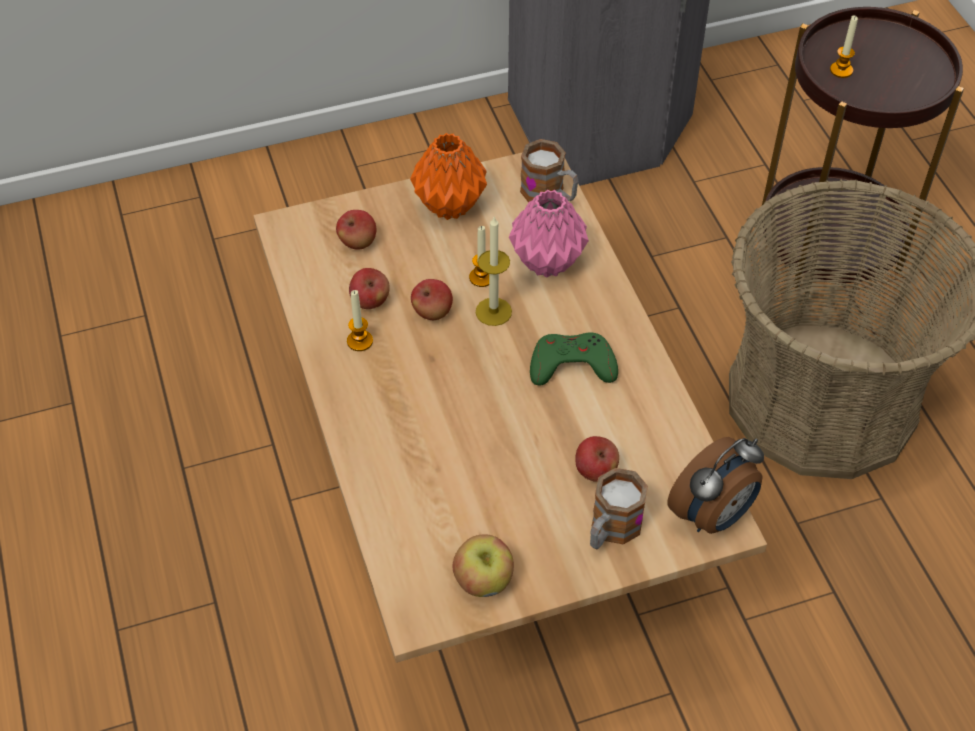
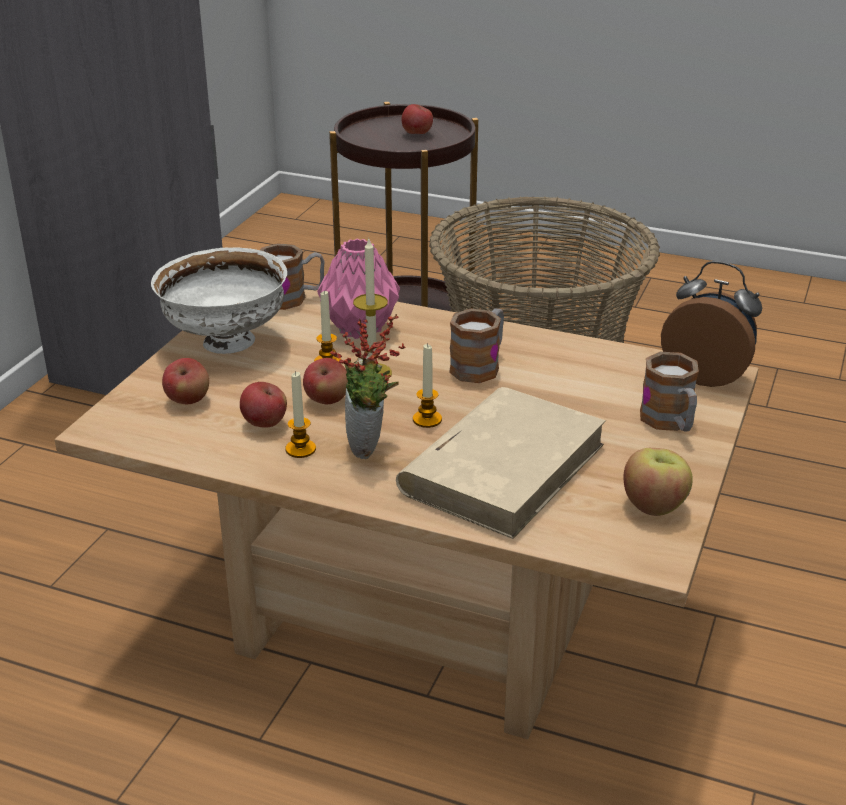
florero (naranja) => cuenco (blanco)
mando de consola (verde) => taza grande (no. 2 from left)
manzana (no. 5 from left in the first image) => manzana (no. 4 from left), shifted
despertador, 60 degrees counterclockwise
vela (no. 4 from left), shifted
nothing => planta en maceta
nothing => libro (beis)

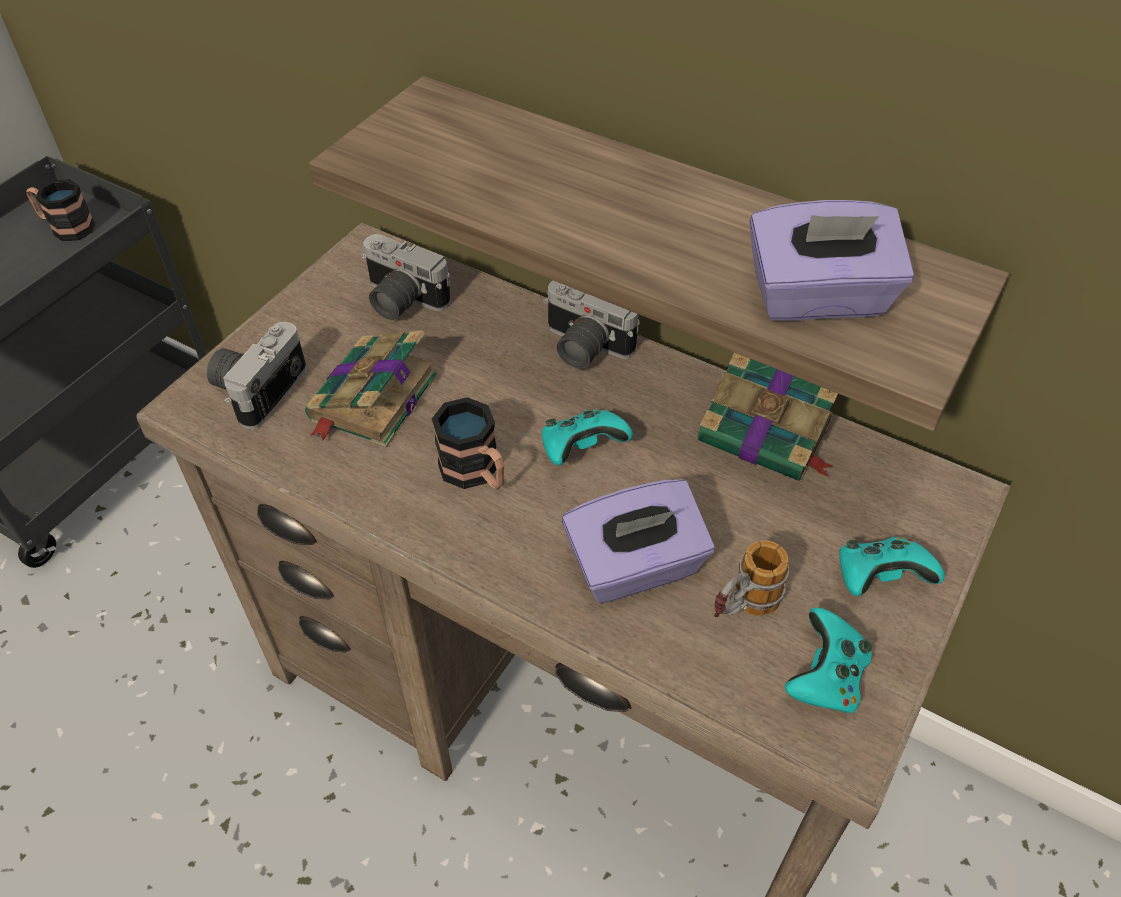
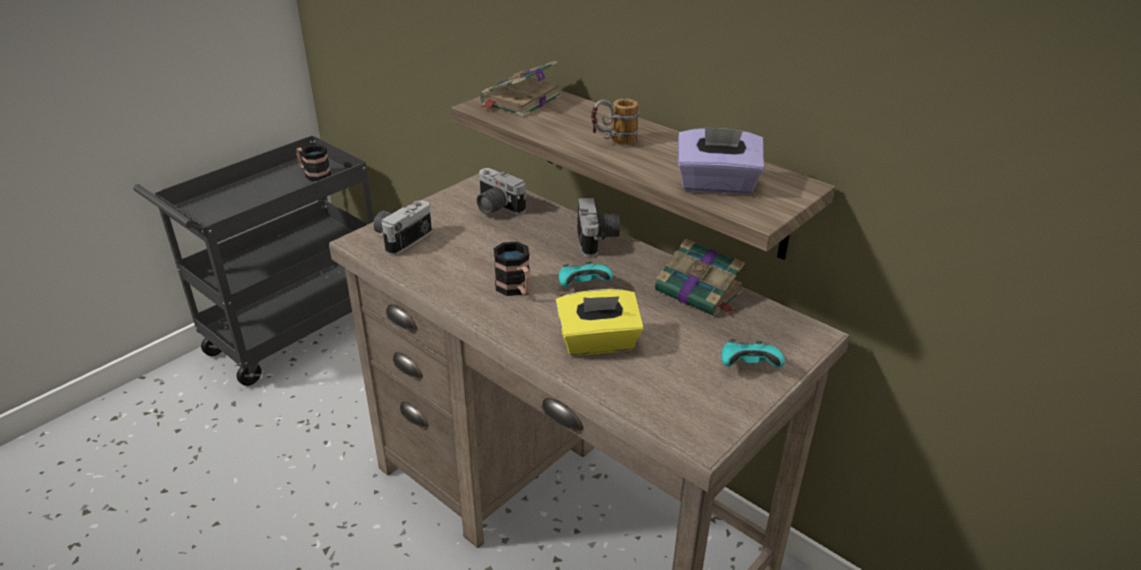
libro (no. 1 from left), shifted
cámara (no. 3 from left), 135 degrees counterclockwise
caja de pañuelos (morado) (no. 1 from left) => caja de pañuelos (amarillo)
taza grande (no. 3 from left), shifted
mando de consola (turquesa) (no. 2 from left) => nothing

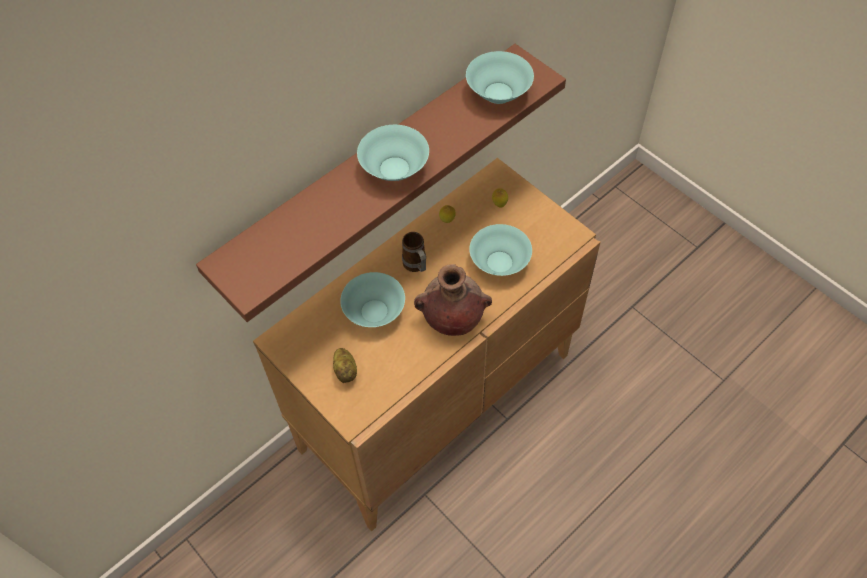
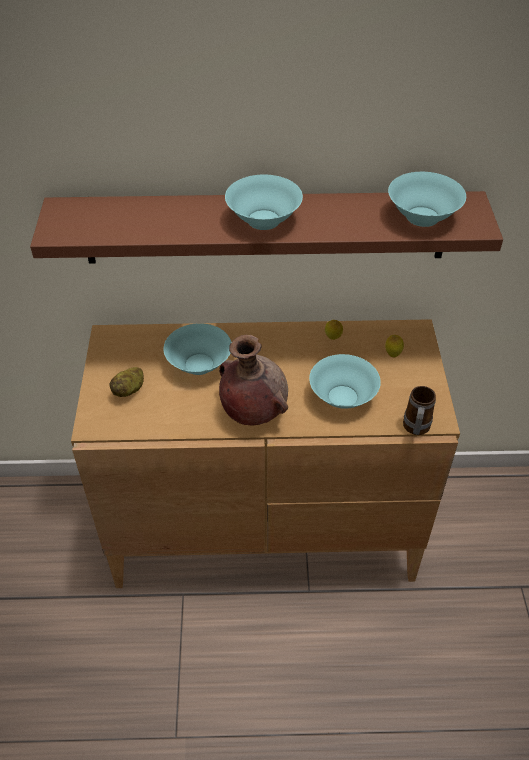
taza grande, shifted

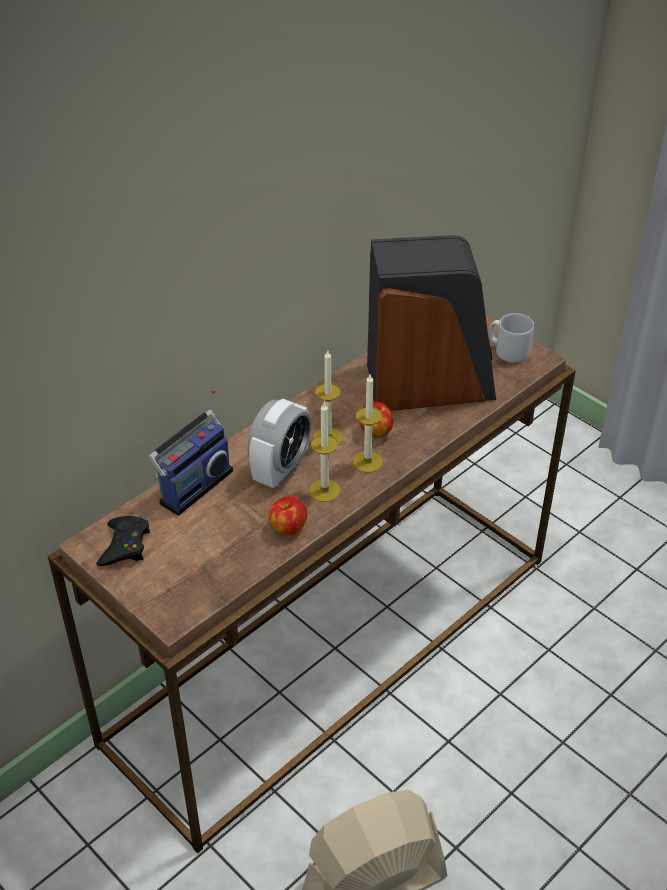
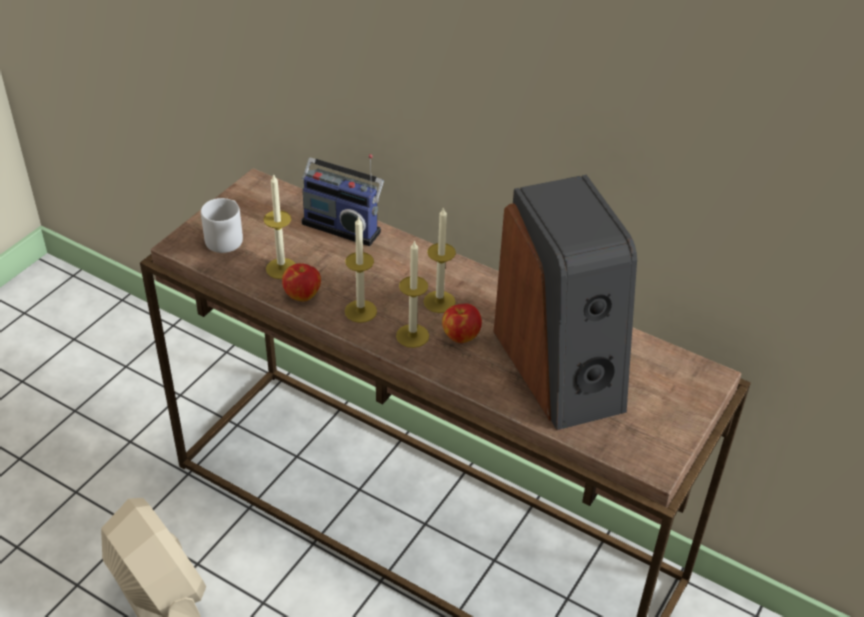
mando de consola (negro) => nothing
despertador => nothing
taza grande (gris), shifted
nothing => vela (no. 1 from left)

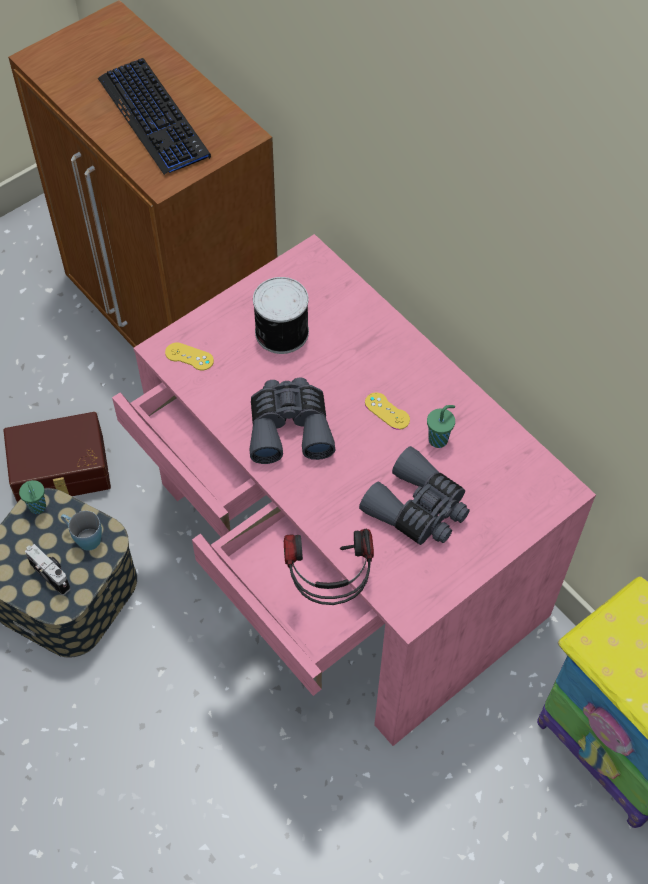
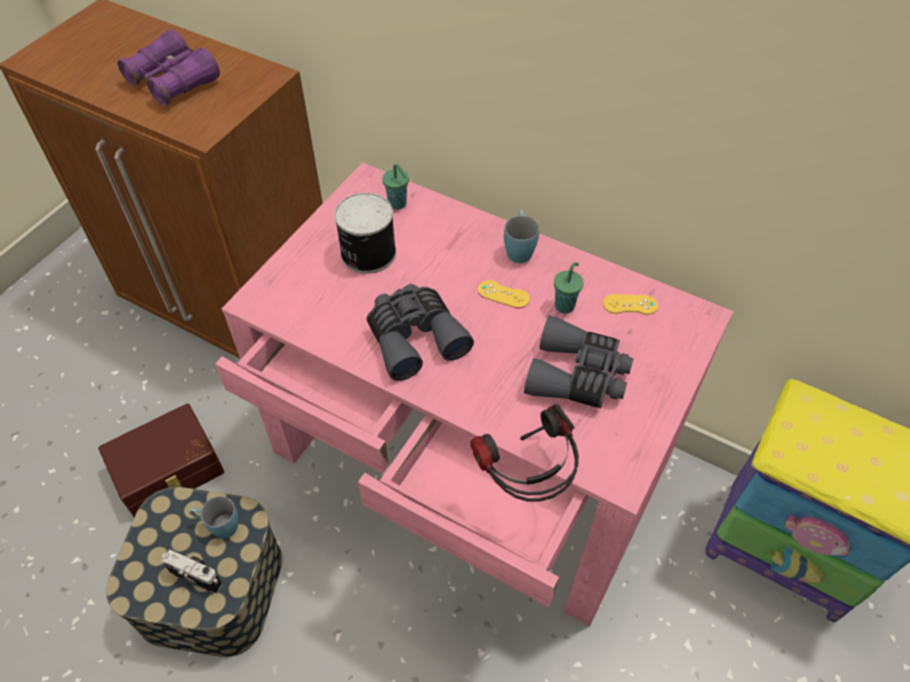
taza (verde) (no. 1 from left), shifted
teclado => prismáticos (morado)
mando de consola (amarillo) (no. 1 from left in the first image) => mando de consola (amarillo) (no. 2 from left), shifted
nothing => taza grande (azul) (no. 2 from left)

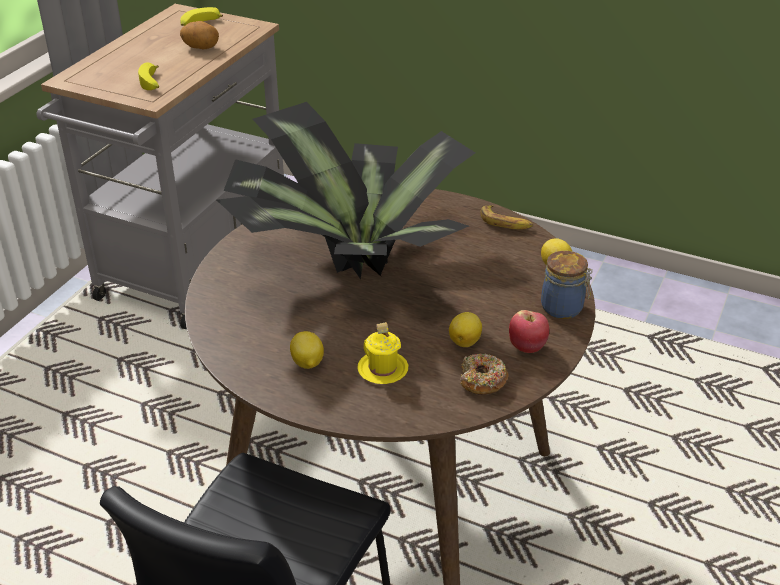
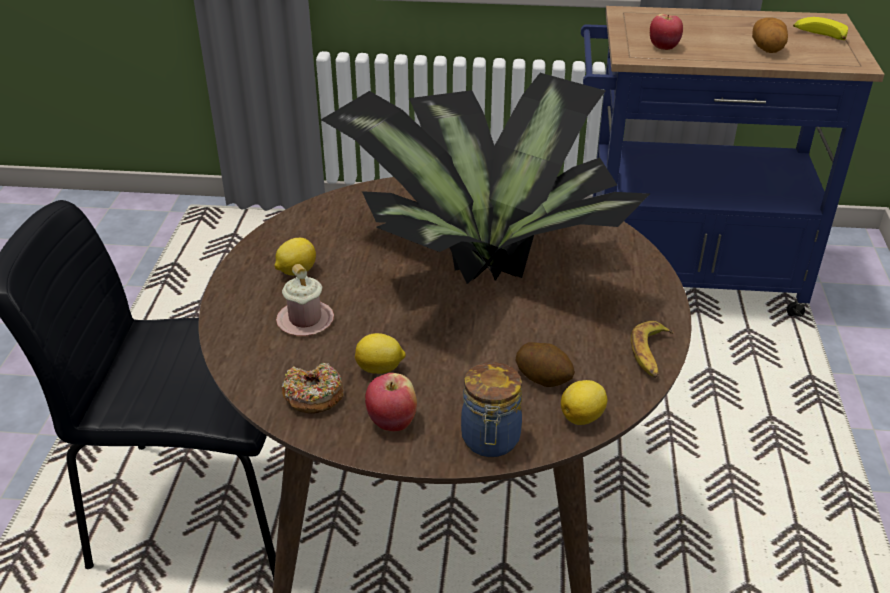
carrito (gris) => carrito (azul)
plátano (no. 1 from left) => manzana (no. 2 from left)
taza grande (amarillo) => taza grande (rosa)
nothing => patata (no. 1 from left)

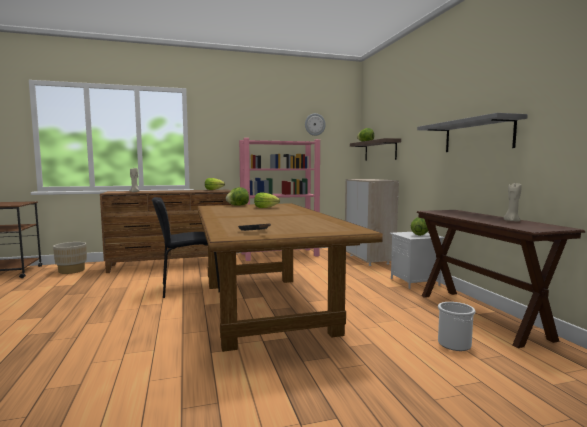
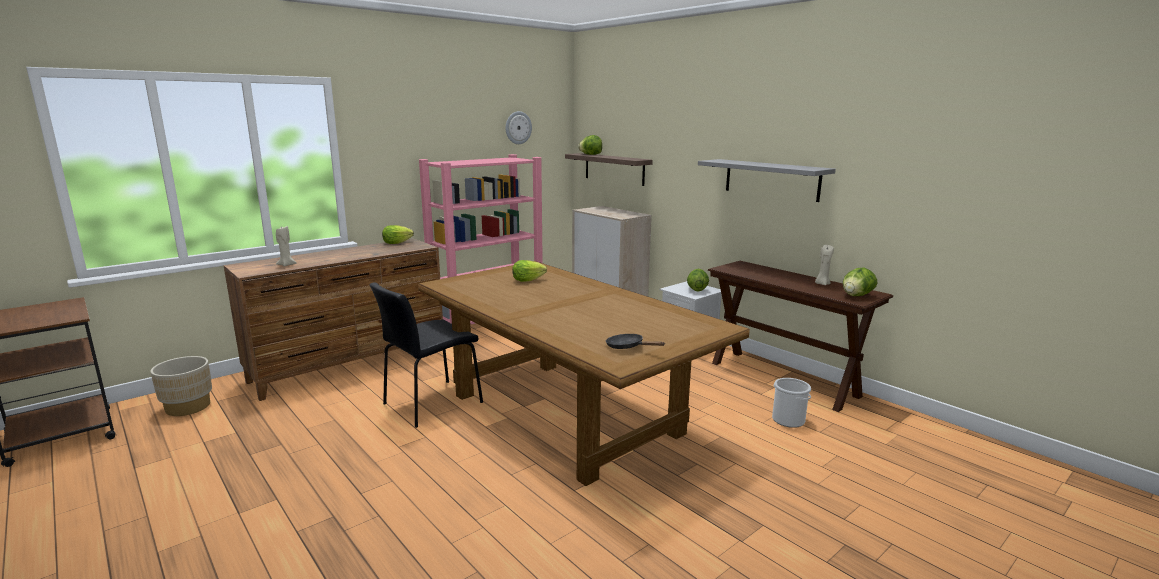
lechuga (no. 2 from left in the first image) => lechuga (no. 5 from left), shifted

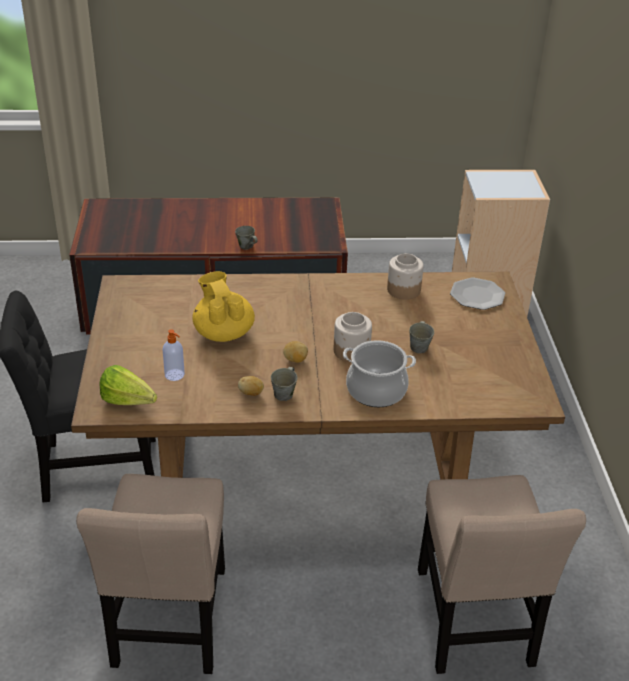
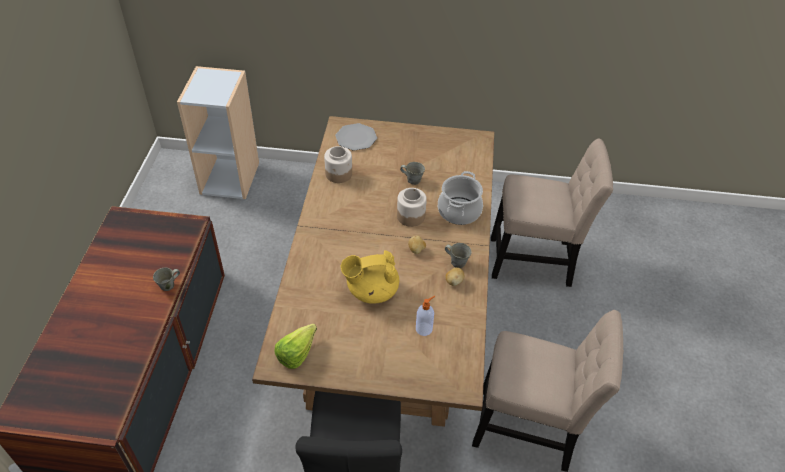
lechuga, shifted

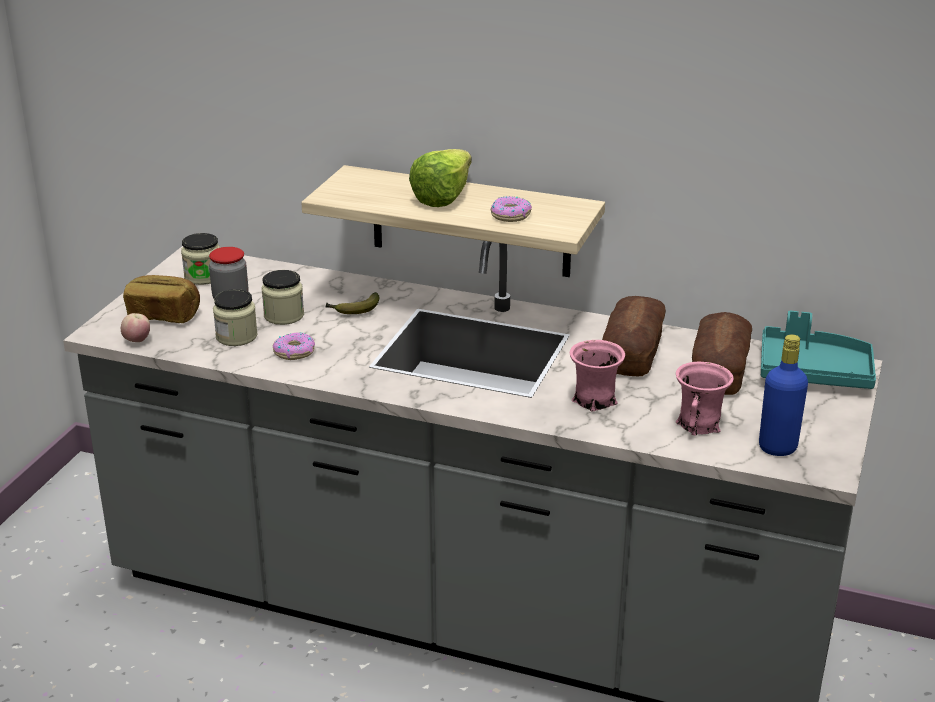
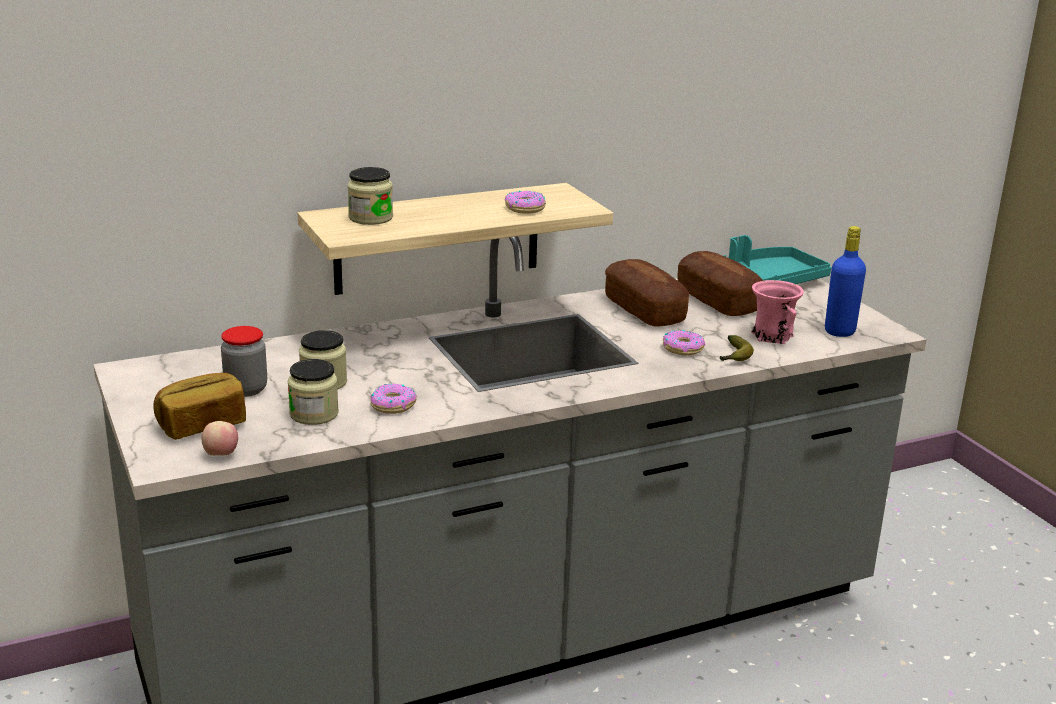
tarro (no. 1 from left in the first image) => tarro (no. 4 from left), shifted
plátano, shifted
lechuga => nothing
taza grande (rosa) (no. 1 from left) => rosquilla (no. 3 from left)

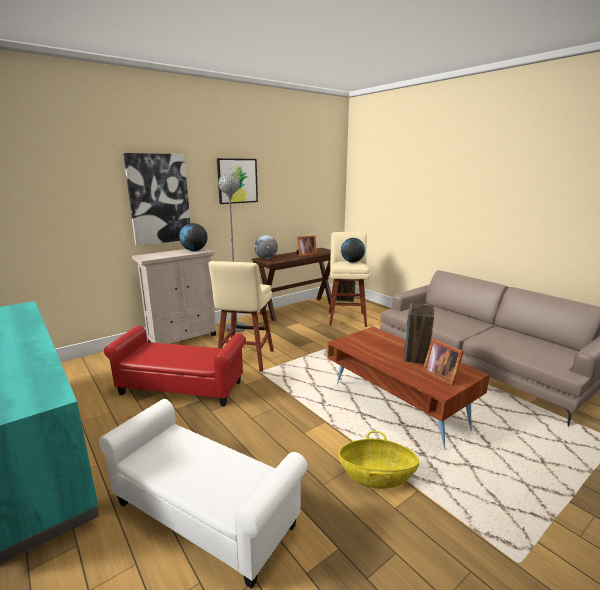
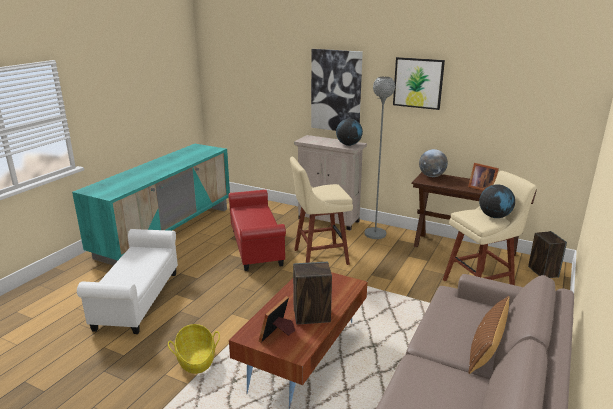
nothing => cojín (marrón)

